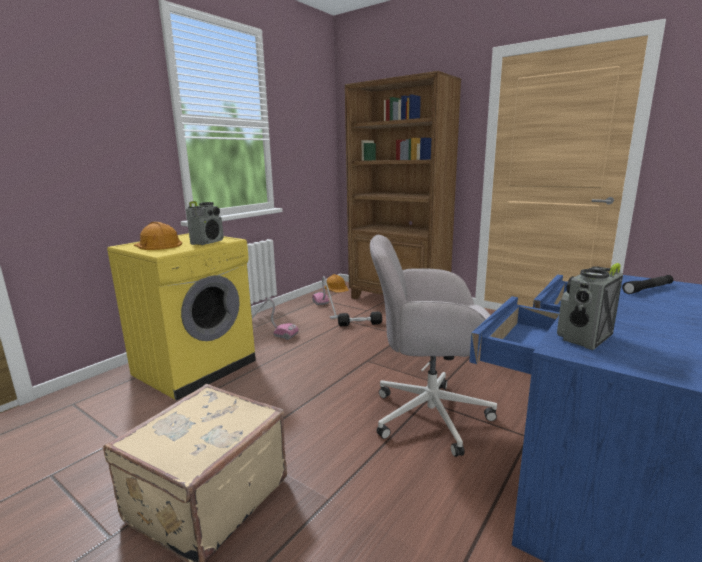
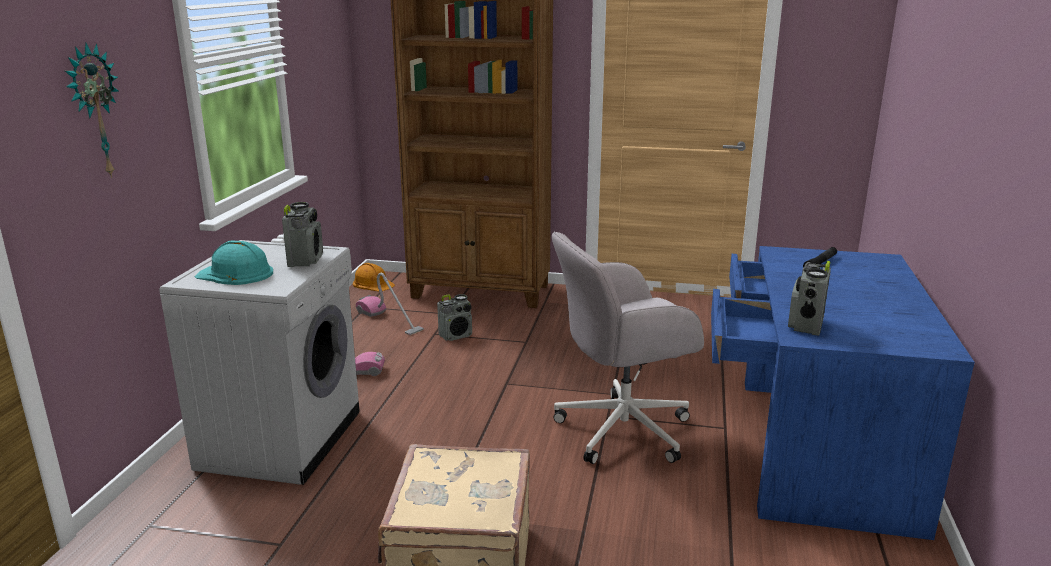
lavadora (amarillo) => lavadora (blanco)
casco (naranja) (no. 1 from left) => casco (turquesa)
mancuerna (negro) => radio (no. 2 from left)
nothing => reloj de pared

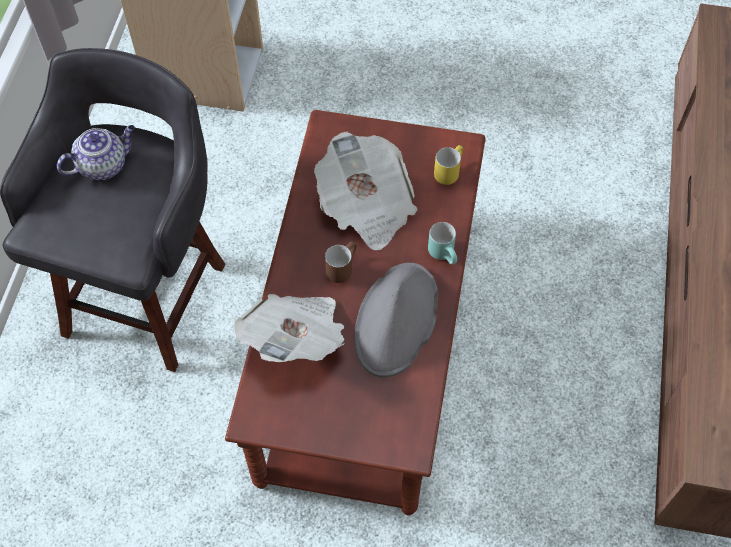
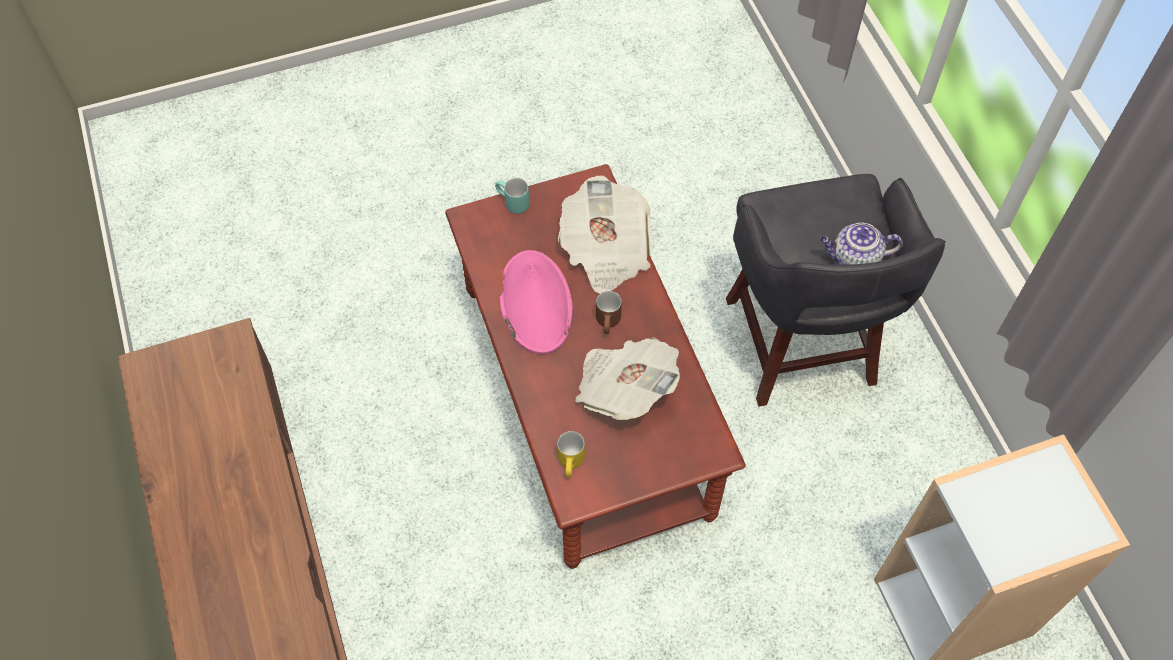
tetera, 60 degrees clockwise
sombrero (gris) => sombrero (rosa)
taza grande (turquesa), shifted

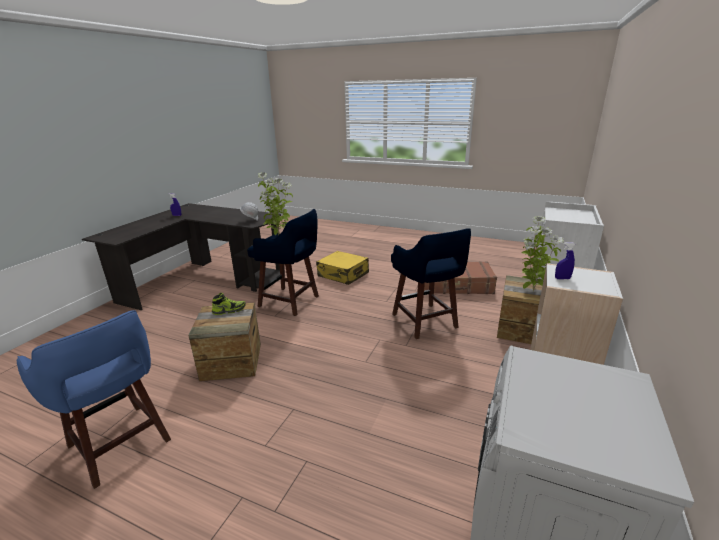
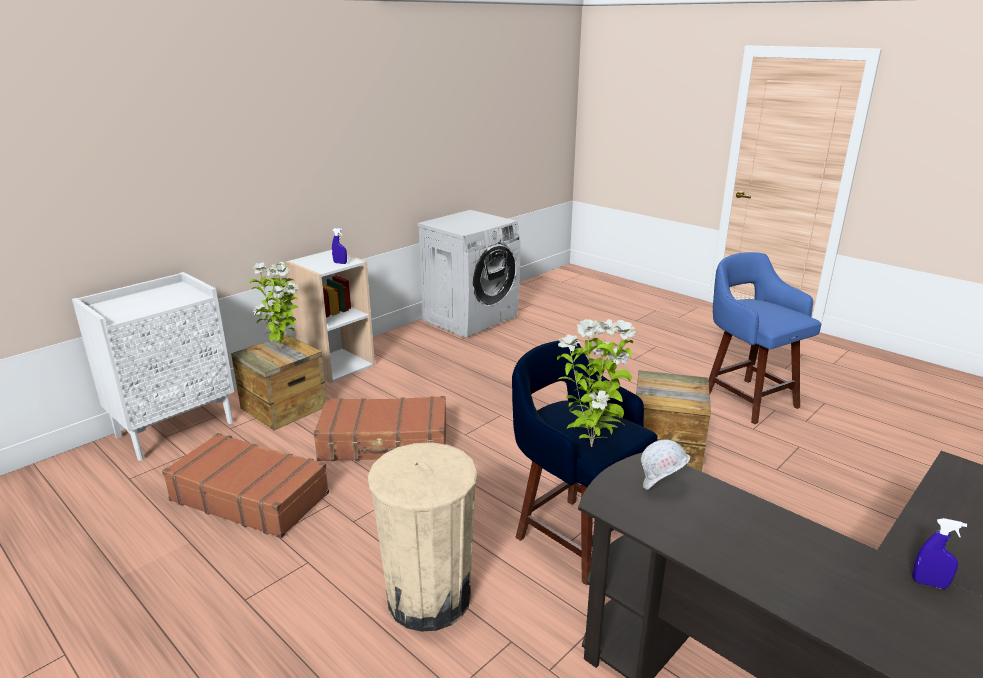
zapato => nothing
maleta (amarillo) => papelera (beis)
taburete (azul) (no. 3 from left) => maleta (marrón) (no. 2 from left)

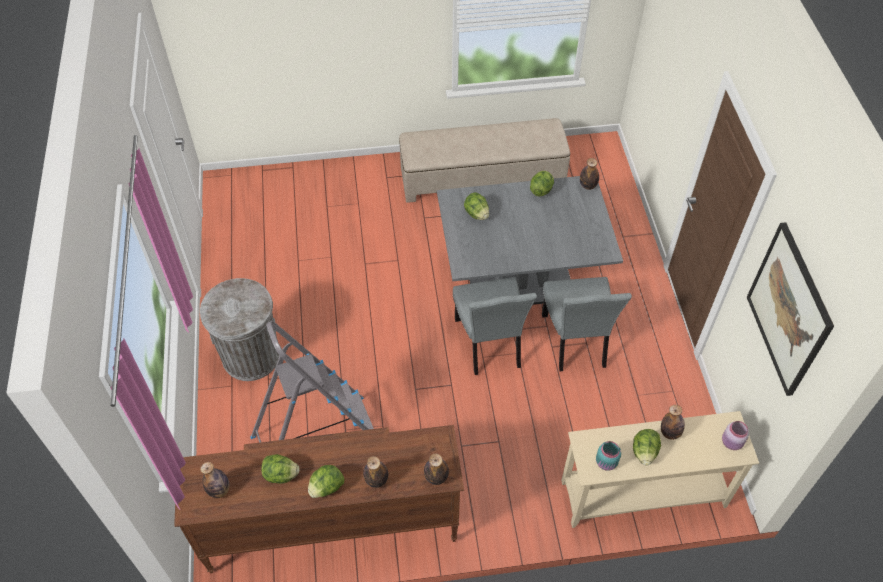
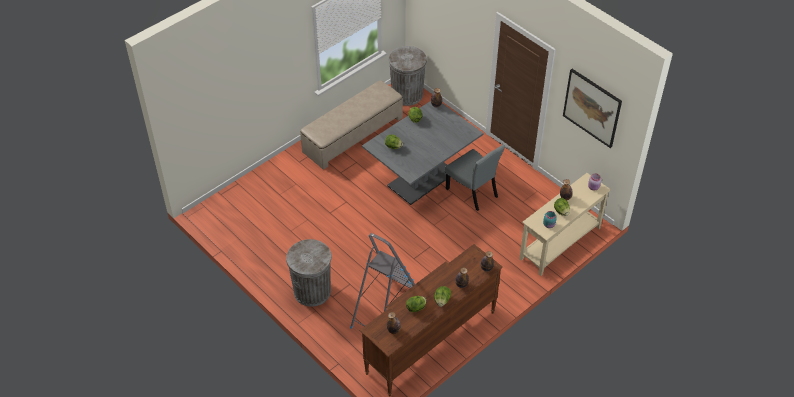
silla (gris) (no. 1 from left) => nothing
nothing => papelera (gris) (no. 2 from left)

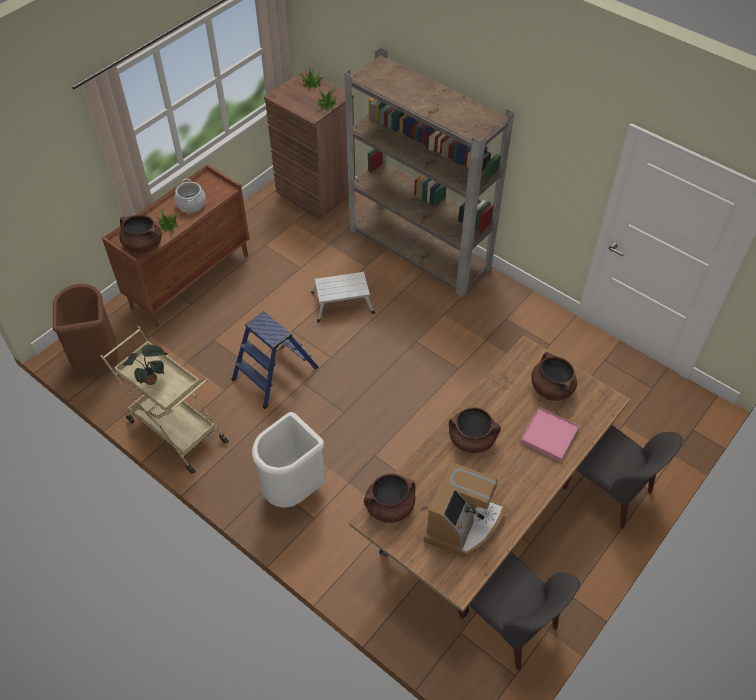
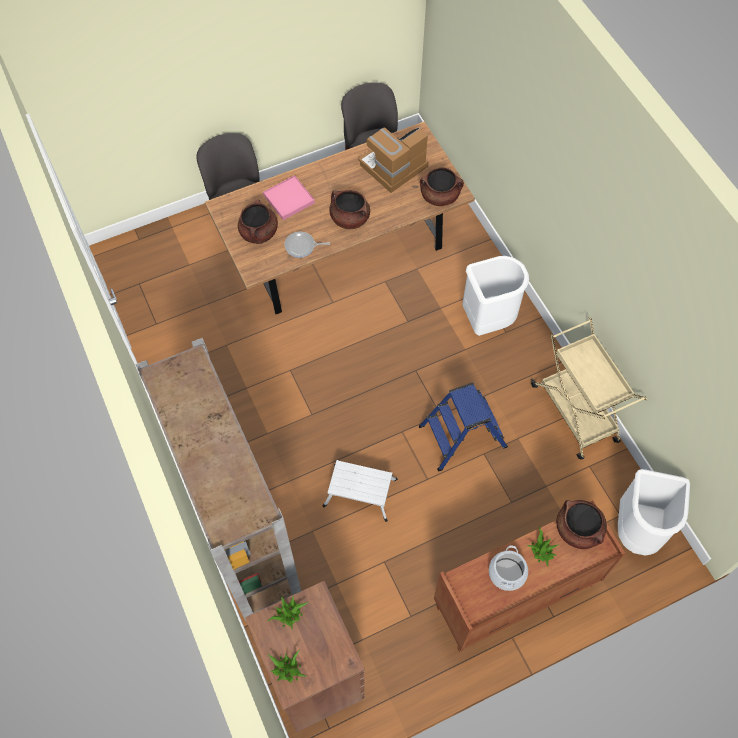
papelera (marrón) => papelera (blanco) (no. 2 from left)
planta en maceta (no. 1 from left) => nothing
nothing => sartén

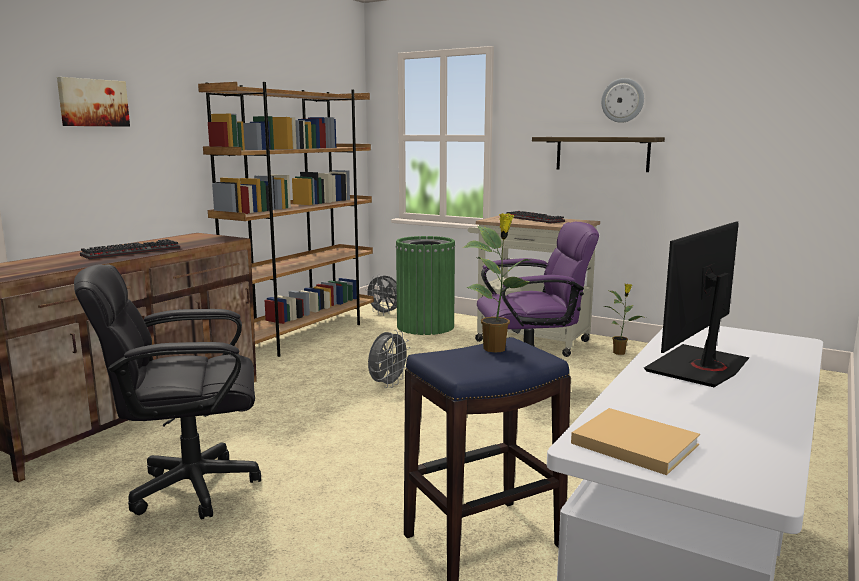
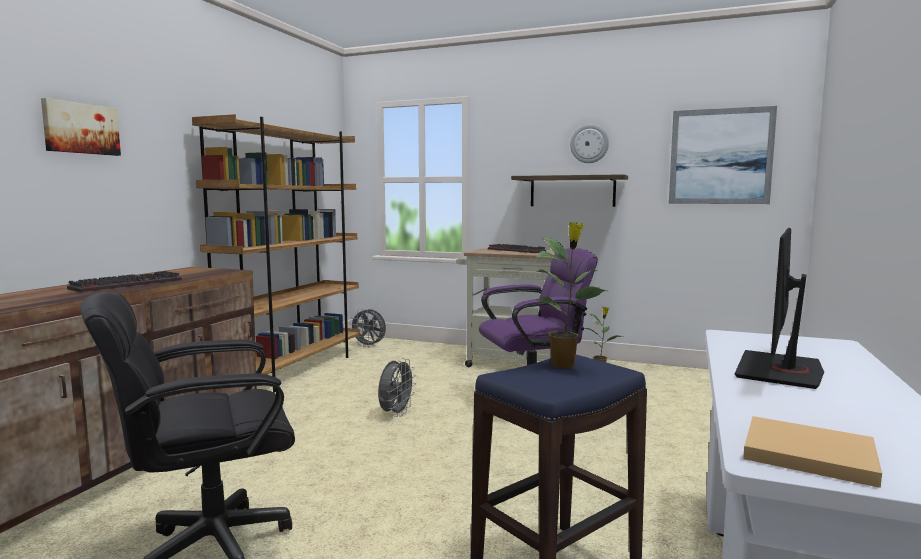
papelera (verde) => nothing
nothing => cuadro (no. 2 from left)

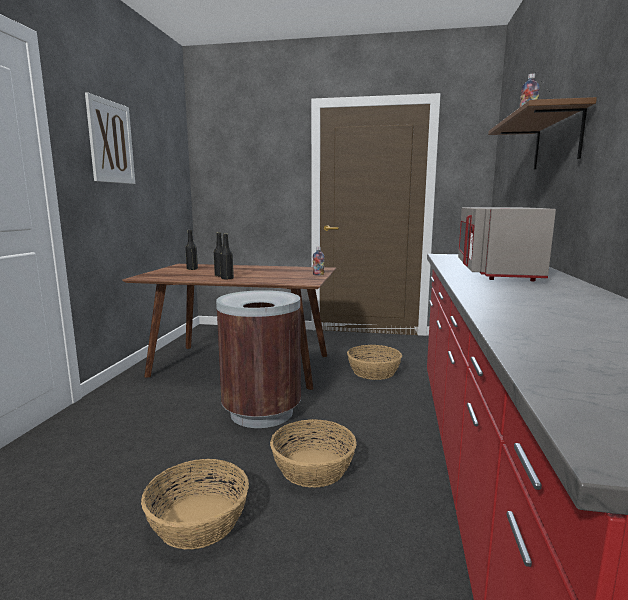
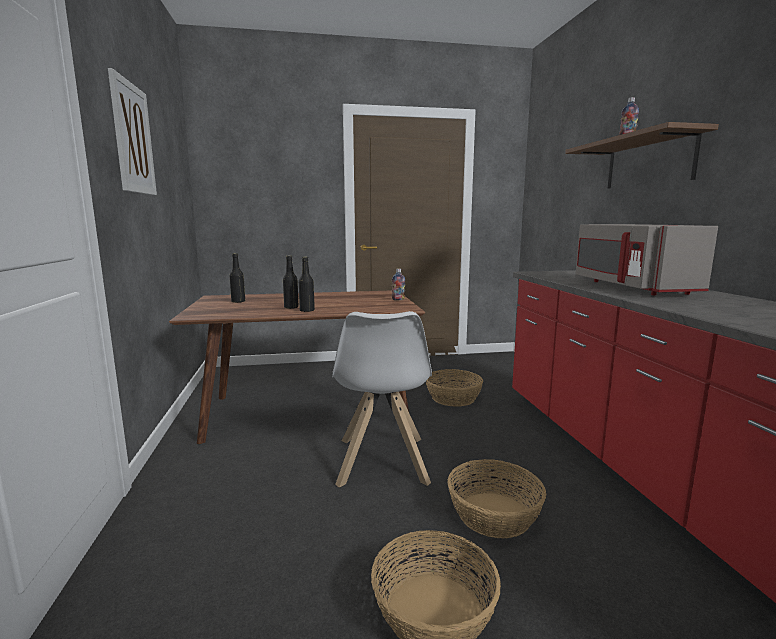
papelera (marrón) => silla

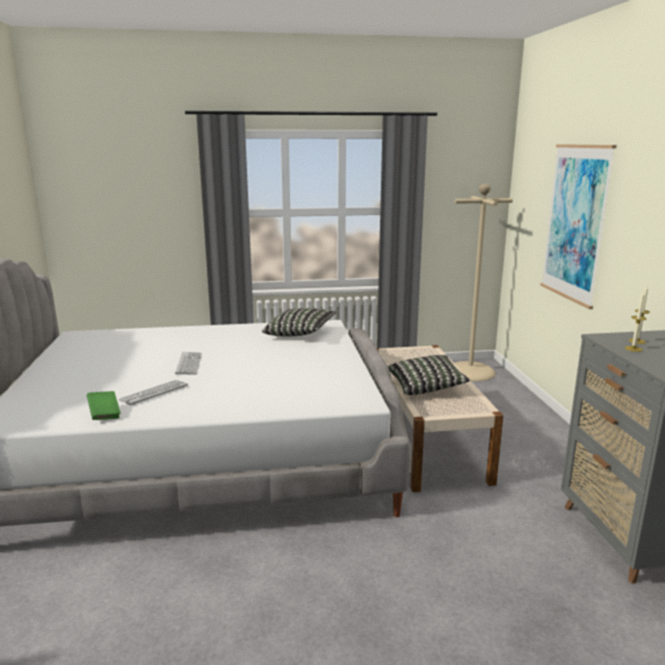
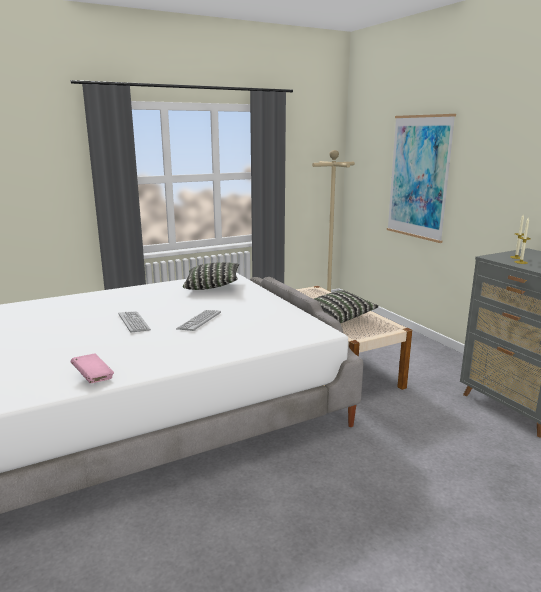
libro (verde) => libro (rosa)
teclado (no. 1 from left in the first image) => teclado (no. 2 from left), shifted

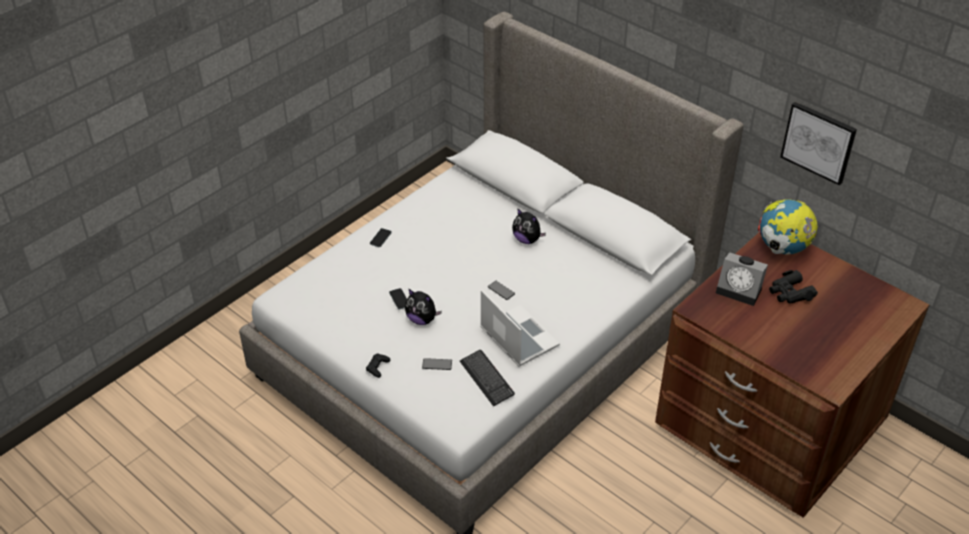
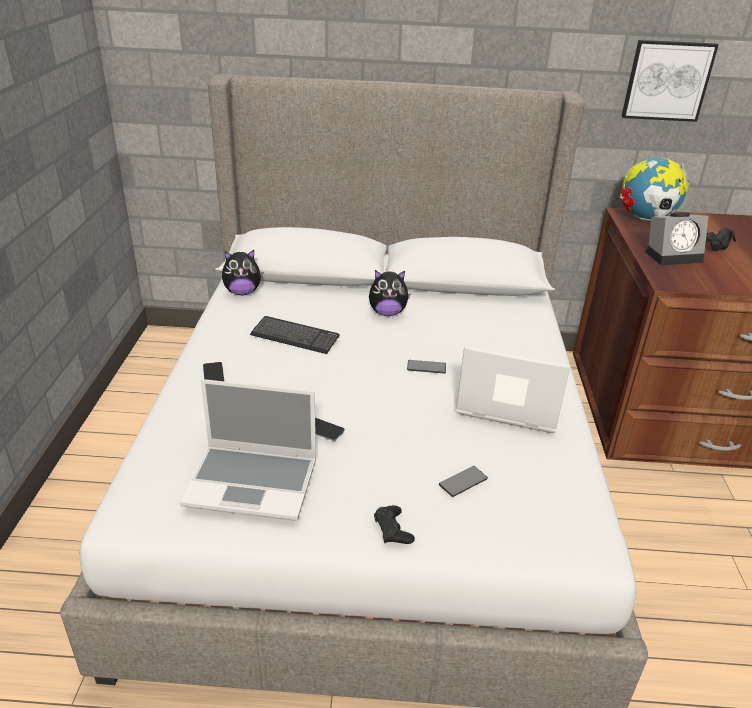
peluche (no. 1 from left), shifted
teclado, shifted
nothing => portátil (no. 1 from left)

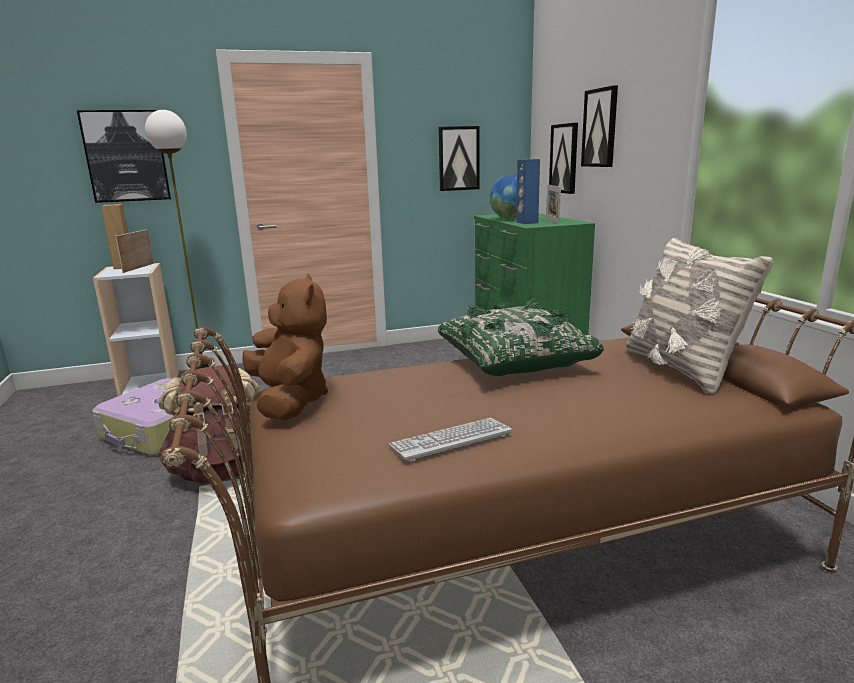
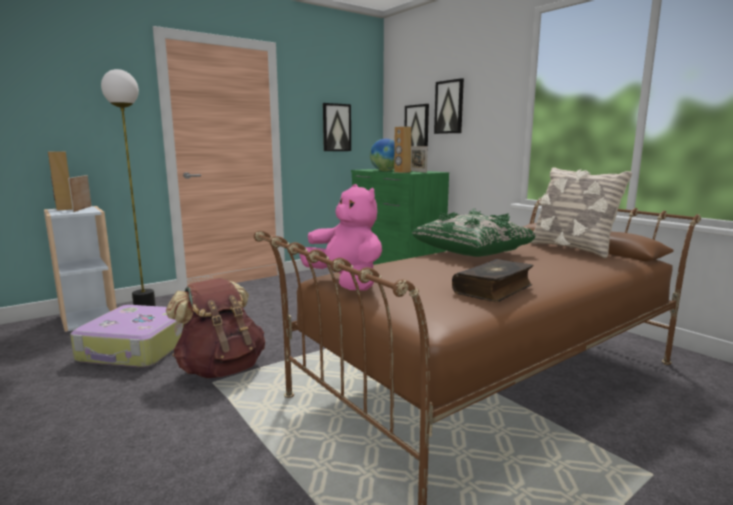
cuadro (no. 1 from left) => nothing
peluche (marrón) => peluche (rosa)
teclado => libro
altavoz (azul) => altavoz (marrón) (no. 2 from left)

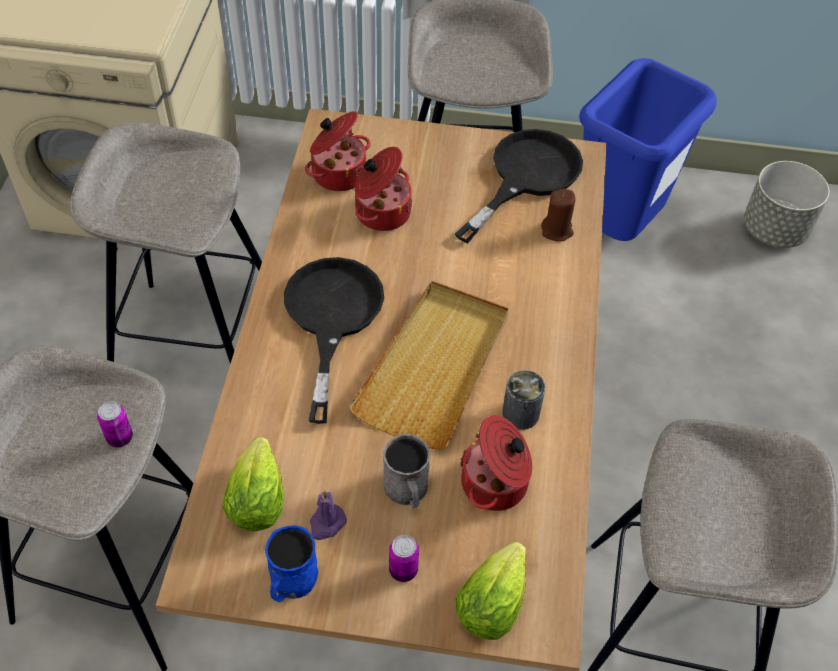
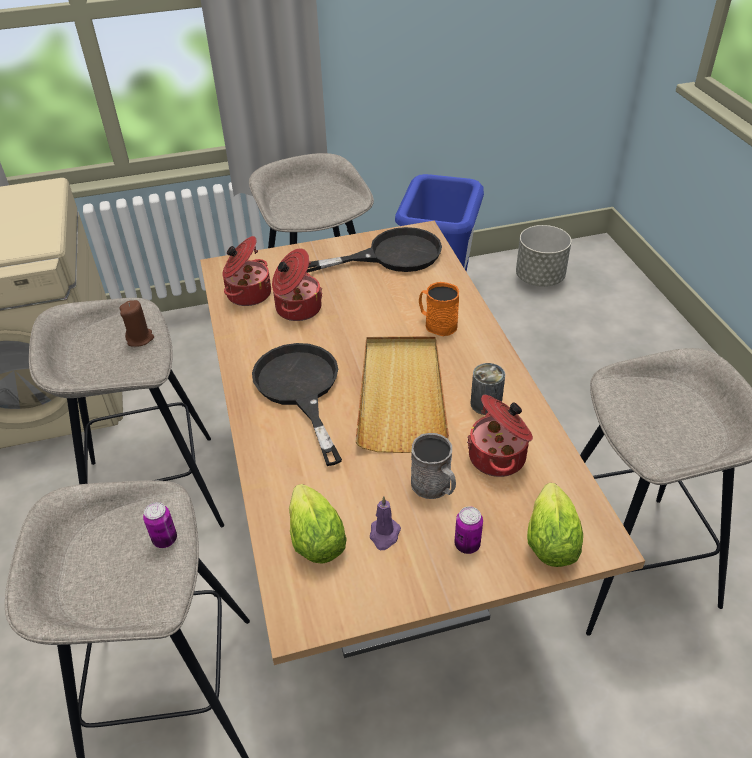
taza grande (azul) => nothing
sartén (negro) (no. 2 from left), 60 degrees clockwise
vela (marrón), shifted
nothing => taza grande (naranja)

